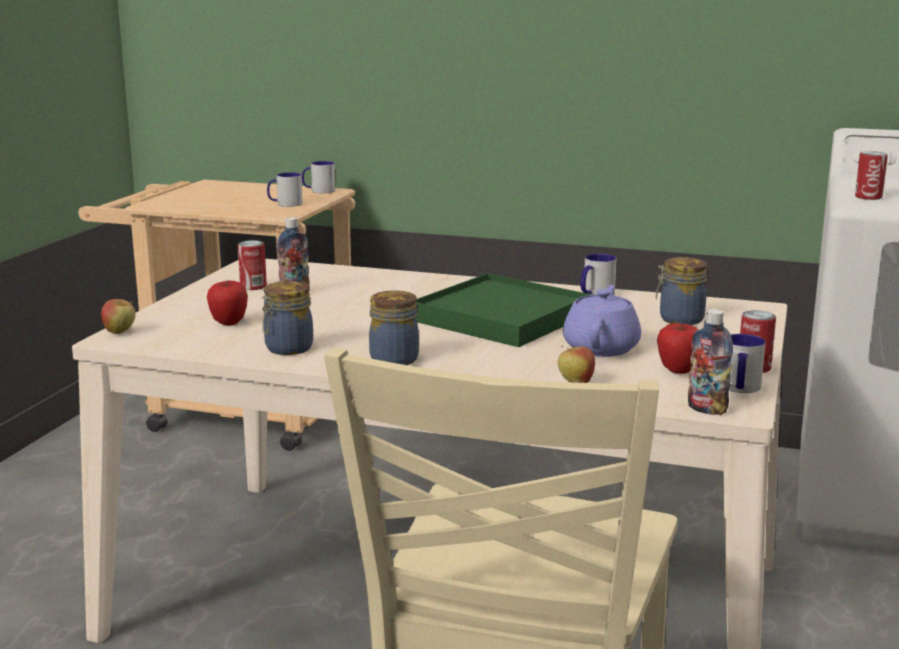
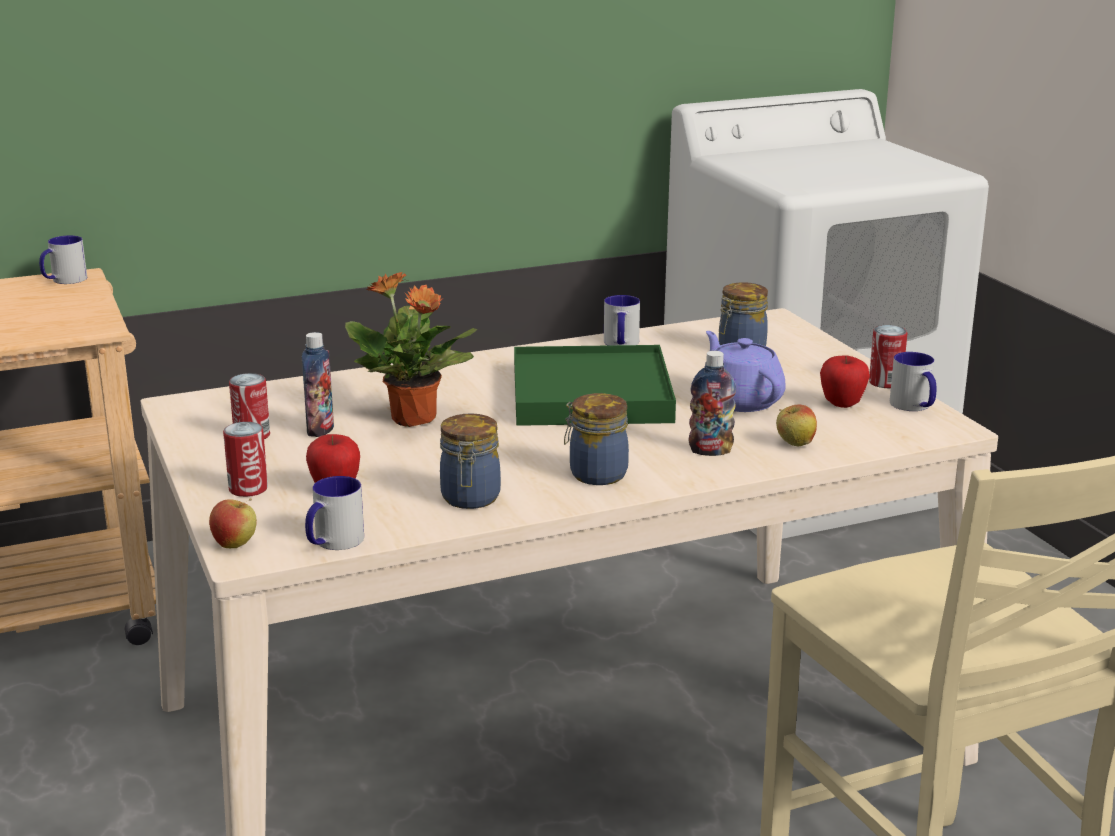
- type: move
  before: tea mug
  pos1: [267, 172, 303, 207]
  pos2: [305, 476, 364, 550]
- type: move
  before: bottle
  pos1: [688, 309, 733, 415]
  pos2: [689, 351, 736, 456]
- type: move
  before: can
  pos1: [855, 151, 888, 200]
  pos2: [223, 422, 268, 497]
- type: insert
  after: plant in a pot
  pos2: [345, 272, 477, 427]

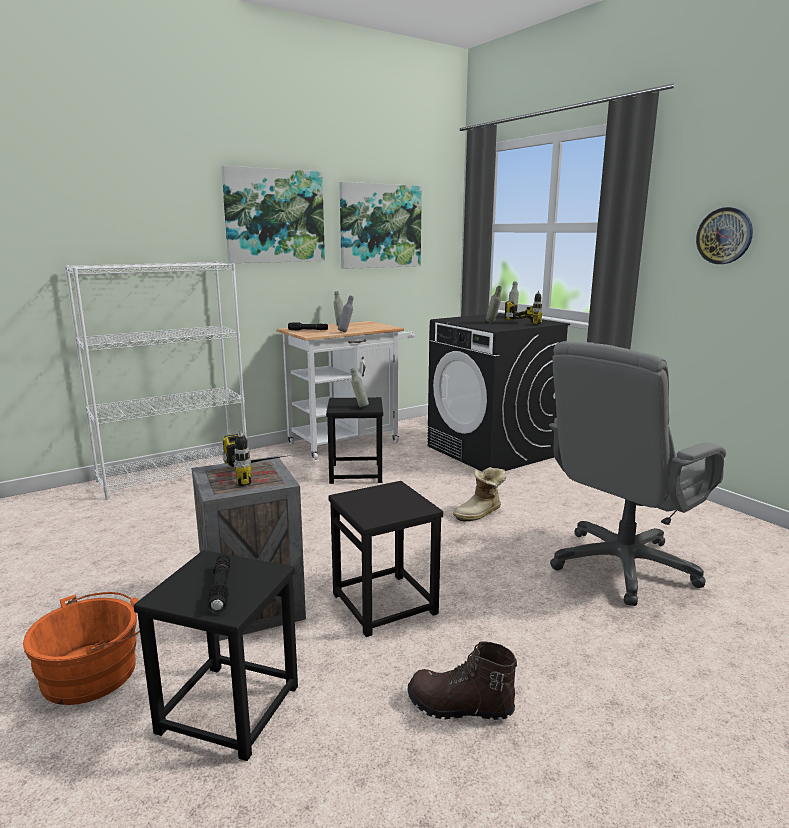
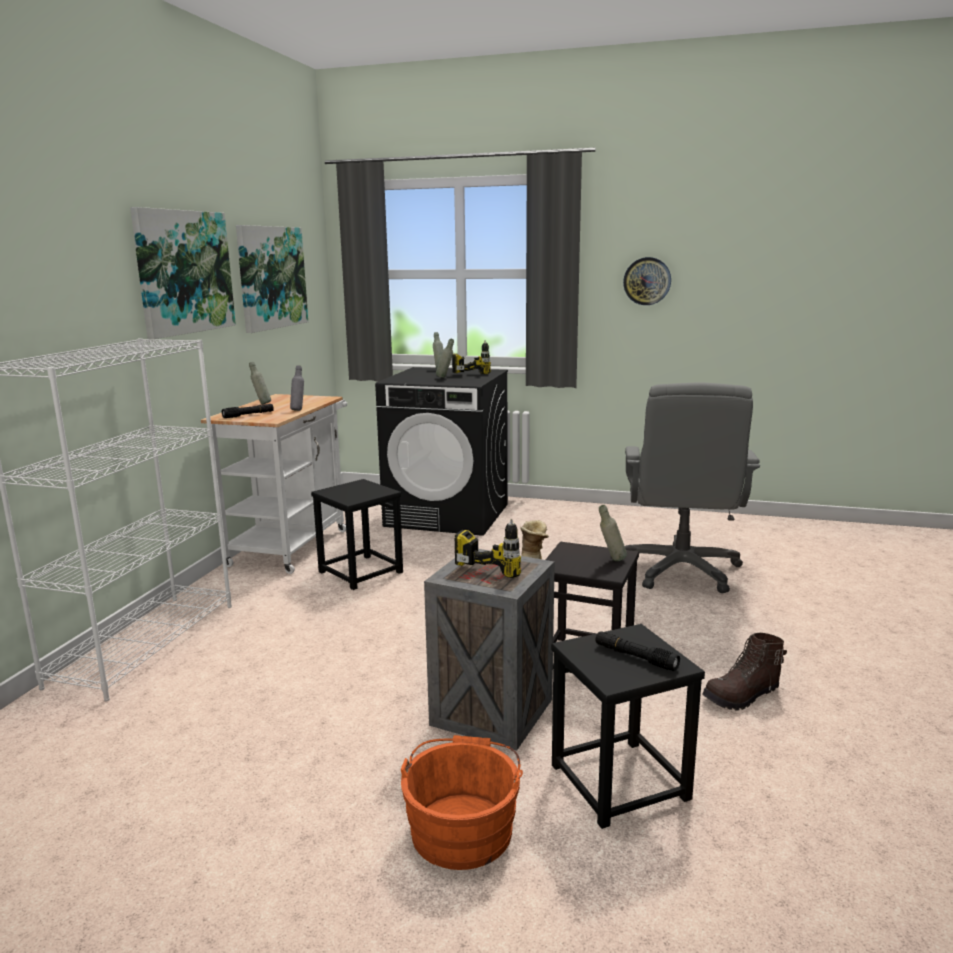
- type: move
  before: grey bottle
  pos1: [350, 368, 369, 408]
  pos2: [599, 505, 627, 561]

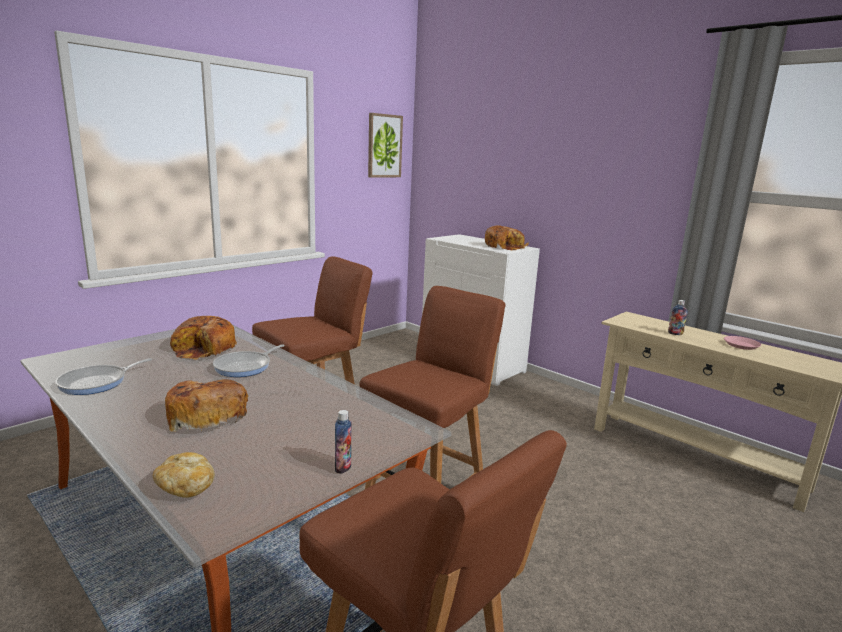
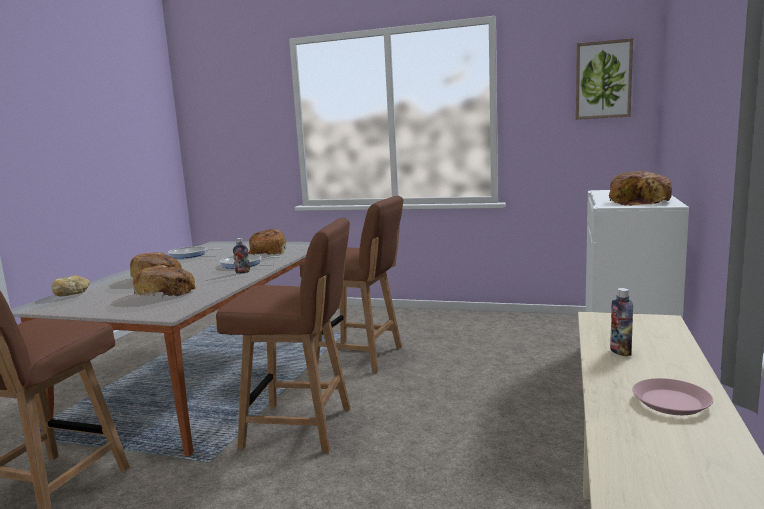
- type: move
  before: bottle
  pos1: [335, 410, 352, 474]
  pos2: [233, 238, 250, 274]
- type: insert
  after: bakery bread
  pos2: [133, 265, 196, 298]

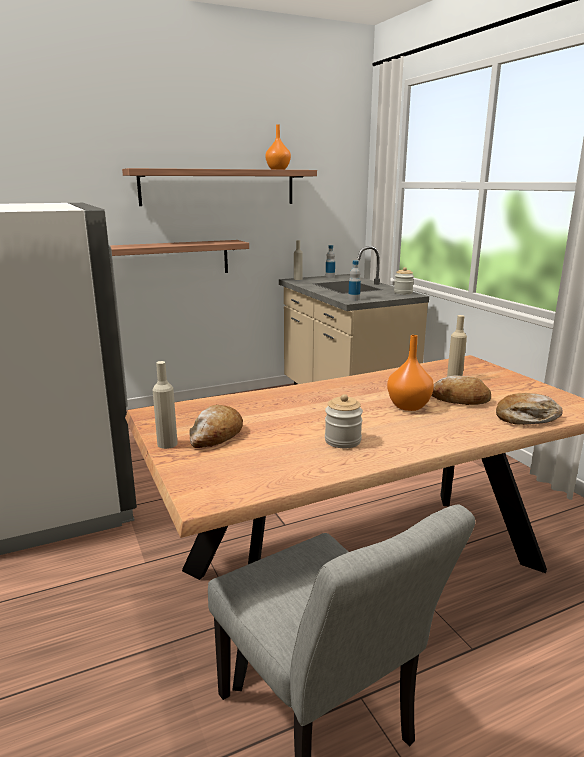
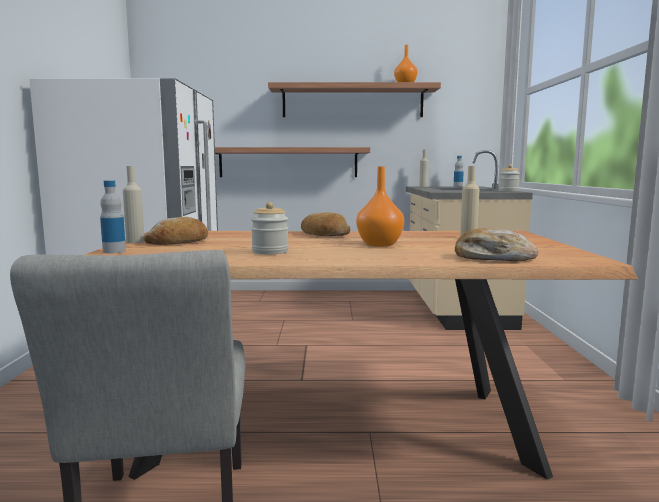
- type: move
  before: bottle
  pos1: [348, 260, 361, 301]
  pos2: [100, 180, 126, 254]
- type: move
  before: bakery bread
  pos1: [431, 375, 491, 405]
  pos2: [301, 212, 350, 236]

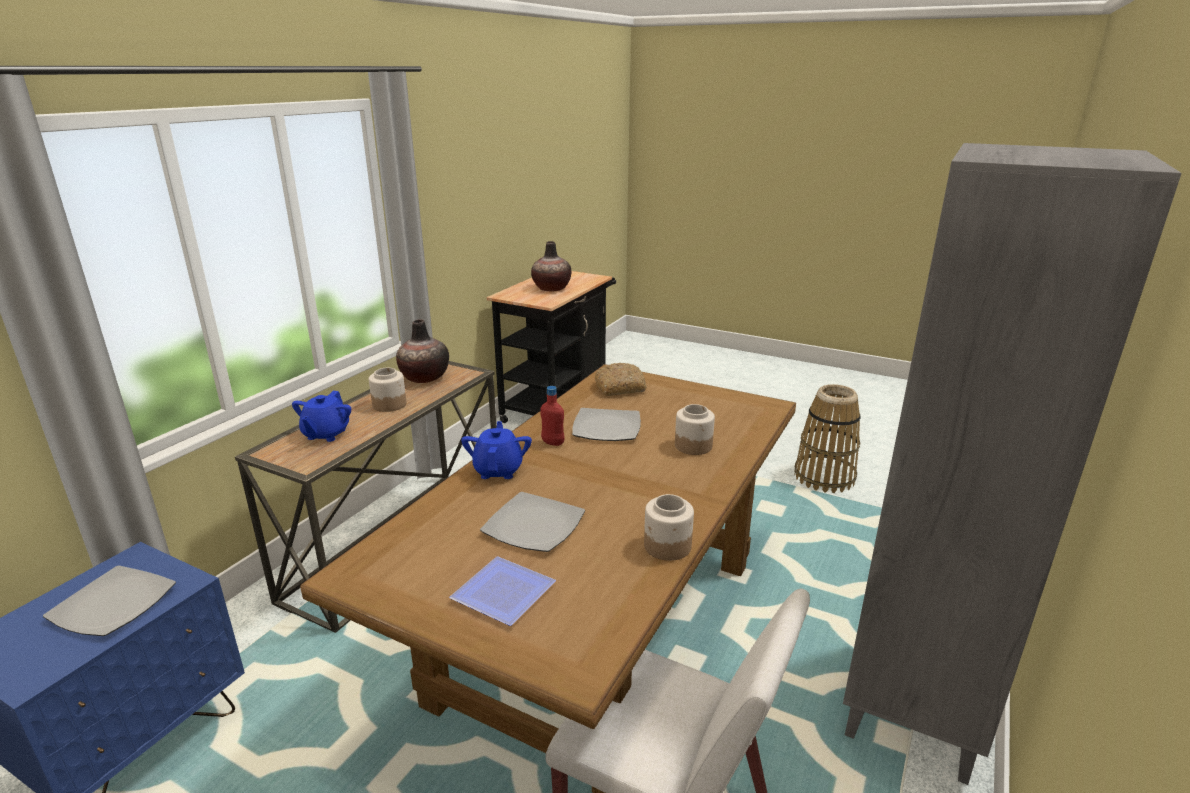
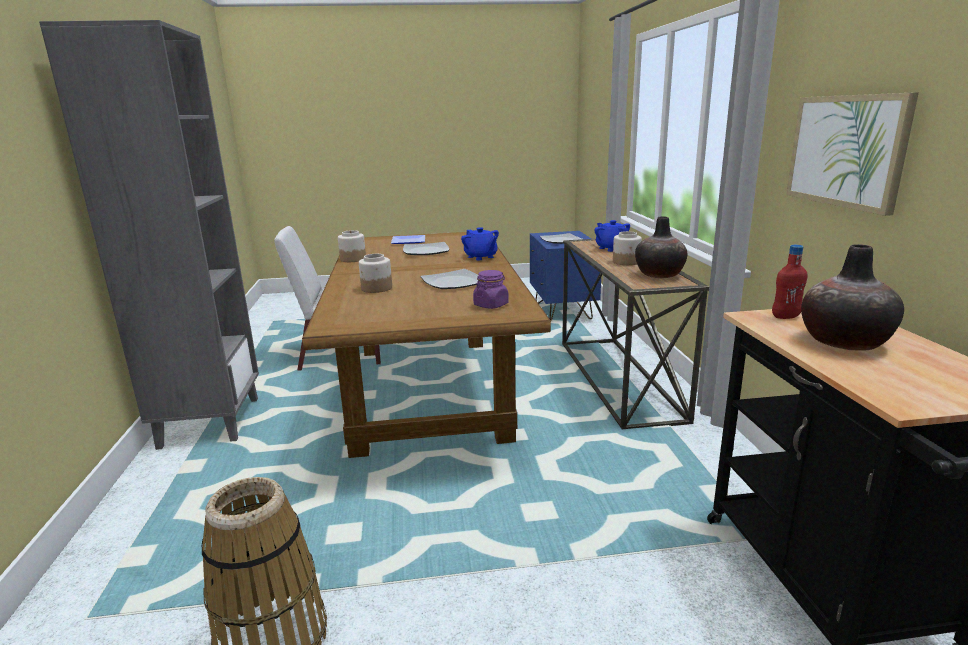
- type: move
  before: reddish bottle
  pos1: [540, 386, 565, 446]
  pos2: [772, 245, 808, 319]
- type: replace
  before: bakery bread
  after: purple-coloured jar
  pos1: [595, 363, 647, 396]
  pos2: [473, 270, 509, 309]
- type: insert
  after: wall art
  pos2: [786, 92, 919, 216]

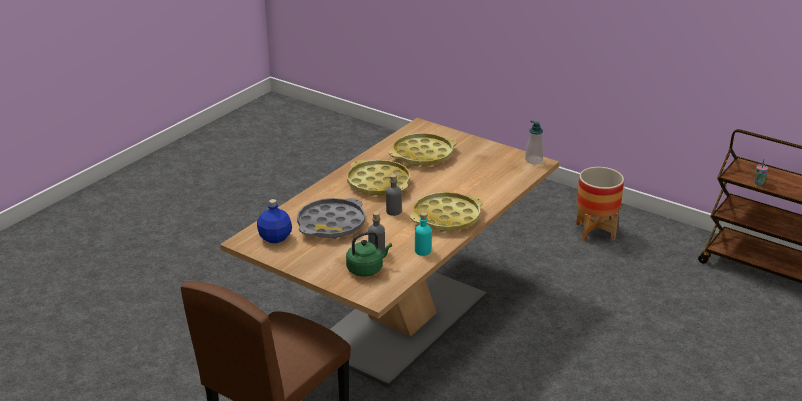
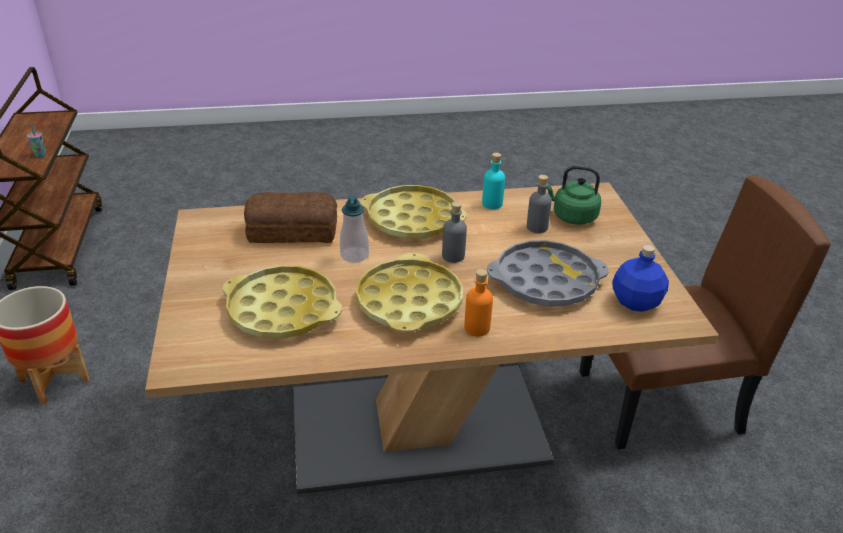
- type: move
  before: soap bottle
  pos1: [525, 120, 544, 164]
  pos2: [340, 195, 369, 263]
- type: insert
  after: bakery bread
  pos2: [244, 192, 337, 243]
- type: insert
  after: orange-coloured bottle
  pos2: [464, 269, 493, 336]

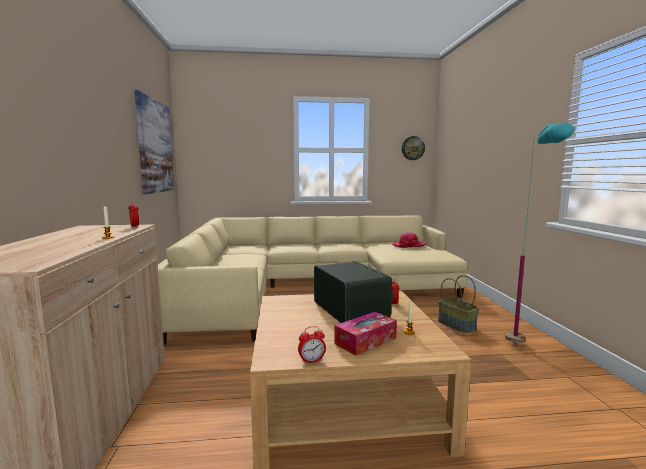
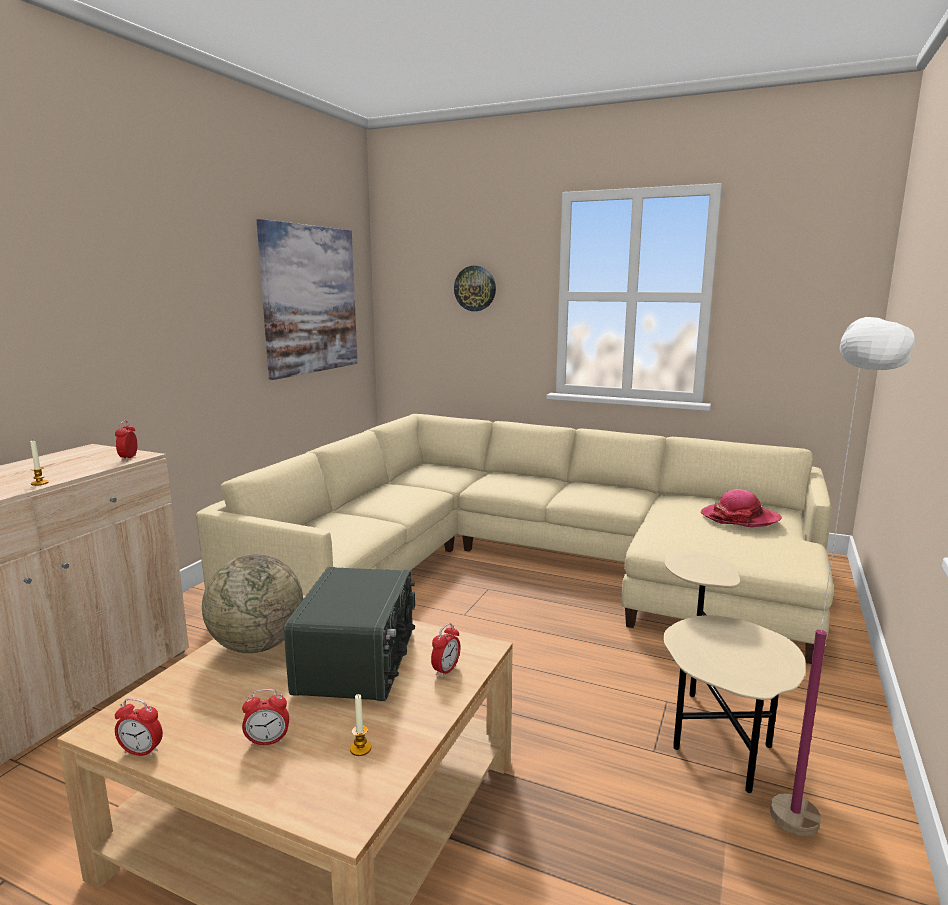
- type: replace
  before: tissue box
  after: table clock
  pos1: [335, 312, 397, 356]
  pos2: [242, 689, 289, 746]
- type: move
  before: wall clock
  pos1: [402, 136, 425, 160]
  pos2: [454, 266, 496, 311]
- type: replace
  before: storage basket
  after: beige-coloured end table
  pos1: [438, 275, 479, 333]
  pos2: [663, 550, 806, 793]
- type: recolor
  before: turquoise-coloured floor lamp
  after: whitish floor lamp
  pos1: [505, 123, 574, 344]
  pos2: [770, 317, 915, 836]
- type: insert
  after: world globe
  pos2: [202, 554, 303, 653]

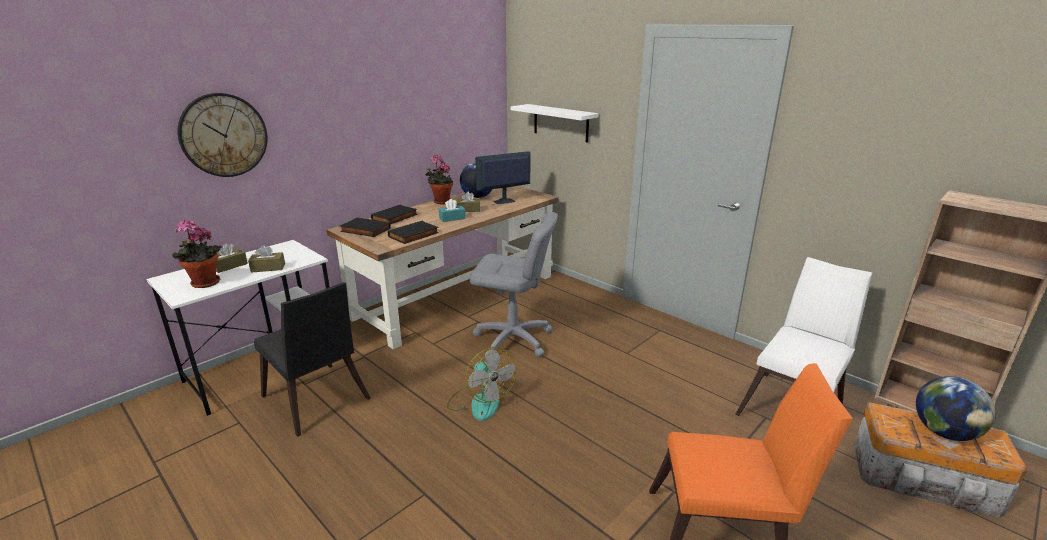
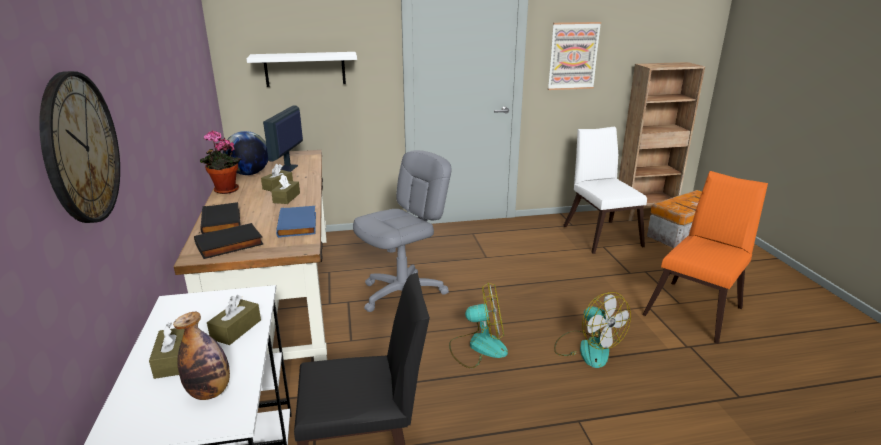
- type: replace
  before: plant in a pot
  after: bottle
  pos1: [172, 220, 222, 288]
  pos2: [173, 312, 230, 400]
- type: recolor
  before: blackish bound book
  after: blue bound book
  pos1: [388, 221, 439, 244]
  pos2: [276, 206, 316, 238]
- type: recolor
  before: turquoise-coloured tissue box
  after: brown-coloured tissue box
  pos1: [439, 199, 466, 222]
  pos2: [271, 174, 300, 204]
- type: delete
  before: world globe
  pos1: [916, 376, 996, 441]
- type: insert
  after: wall art
  pos2: [548, 22, 601, 90]
- type: insert
  after: electric fan
  pos2: [554, 292, 631, 368]

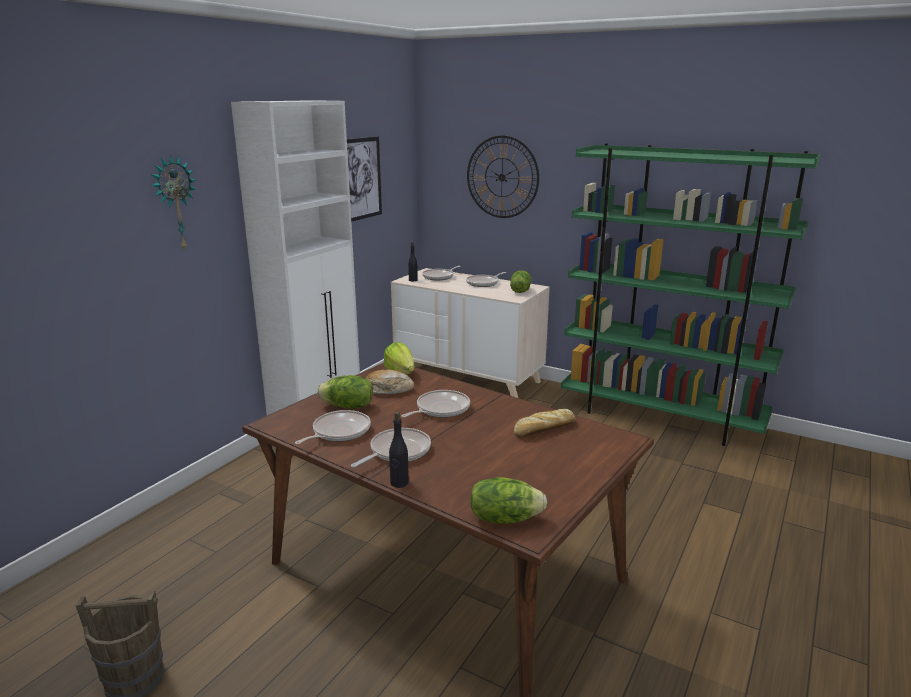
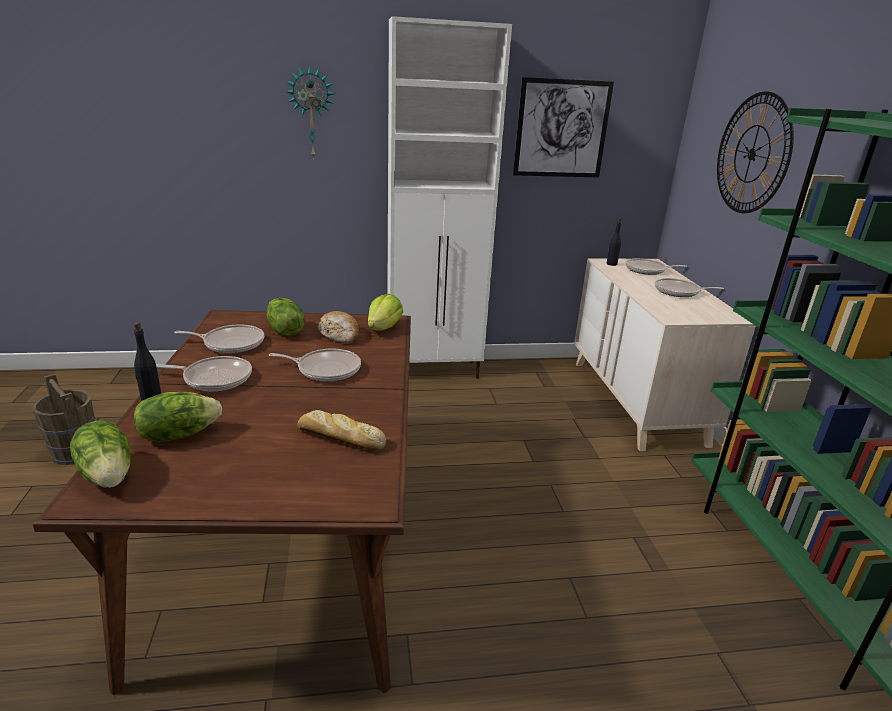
- type: move
  before: head of lettuce
  pos1: [510, 270, 531, 293]
  pos2: [134, 392, 222, 442]

